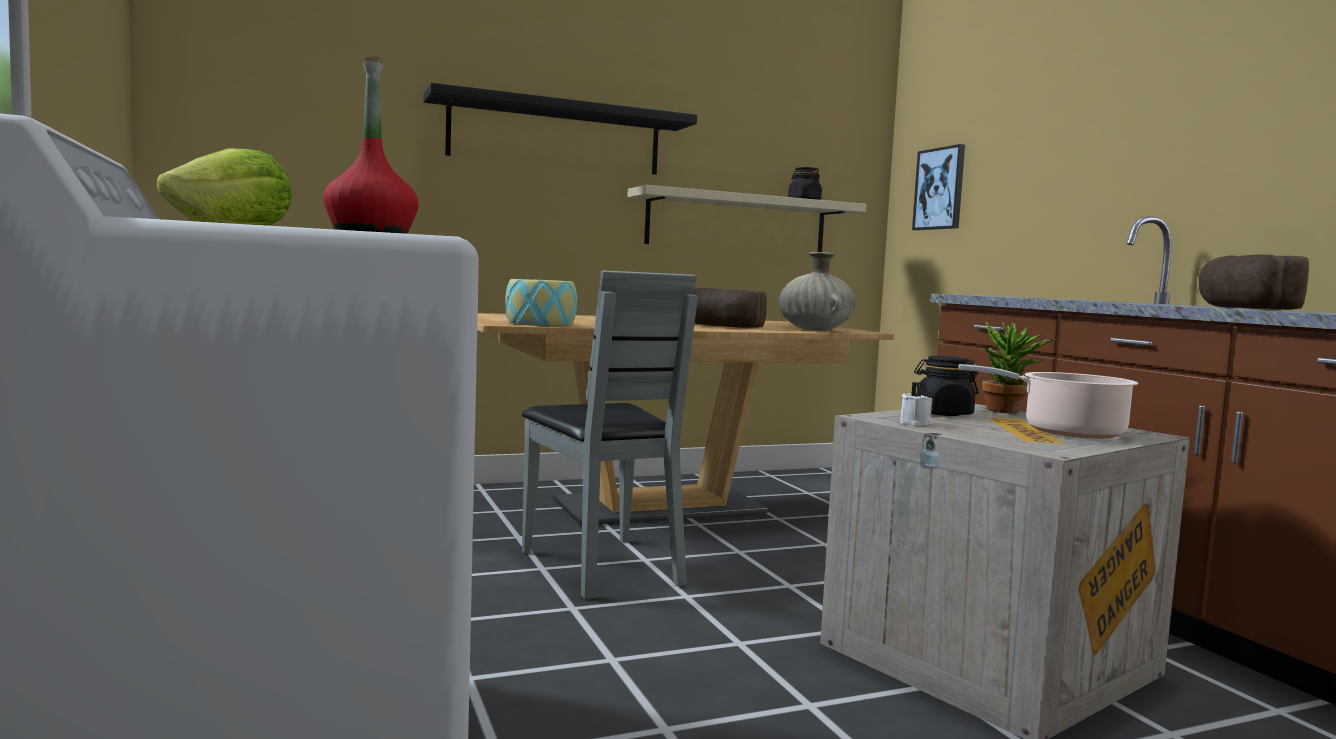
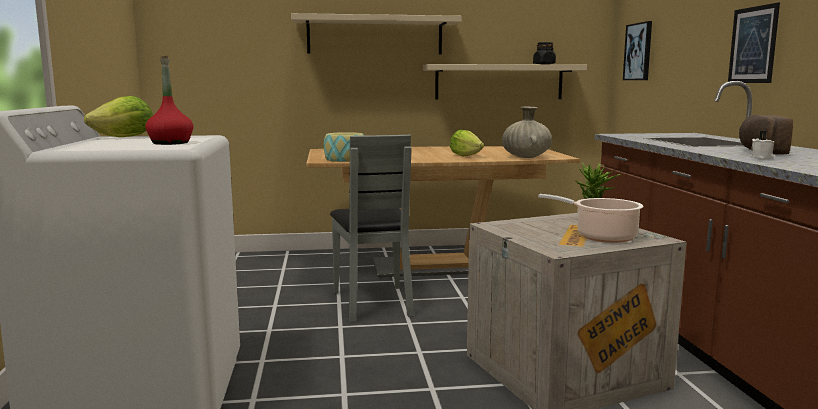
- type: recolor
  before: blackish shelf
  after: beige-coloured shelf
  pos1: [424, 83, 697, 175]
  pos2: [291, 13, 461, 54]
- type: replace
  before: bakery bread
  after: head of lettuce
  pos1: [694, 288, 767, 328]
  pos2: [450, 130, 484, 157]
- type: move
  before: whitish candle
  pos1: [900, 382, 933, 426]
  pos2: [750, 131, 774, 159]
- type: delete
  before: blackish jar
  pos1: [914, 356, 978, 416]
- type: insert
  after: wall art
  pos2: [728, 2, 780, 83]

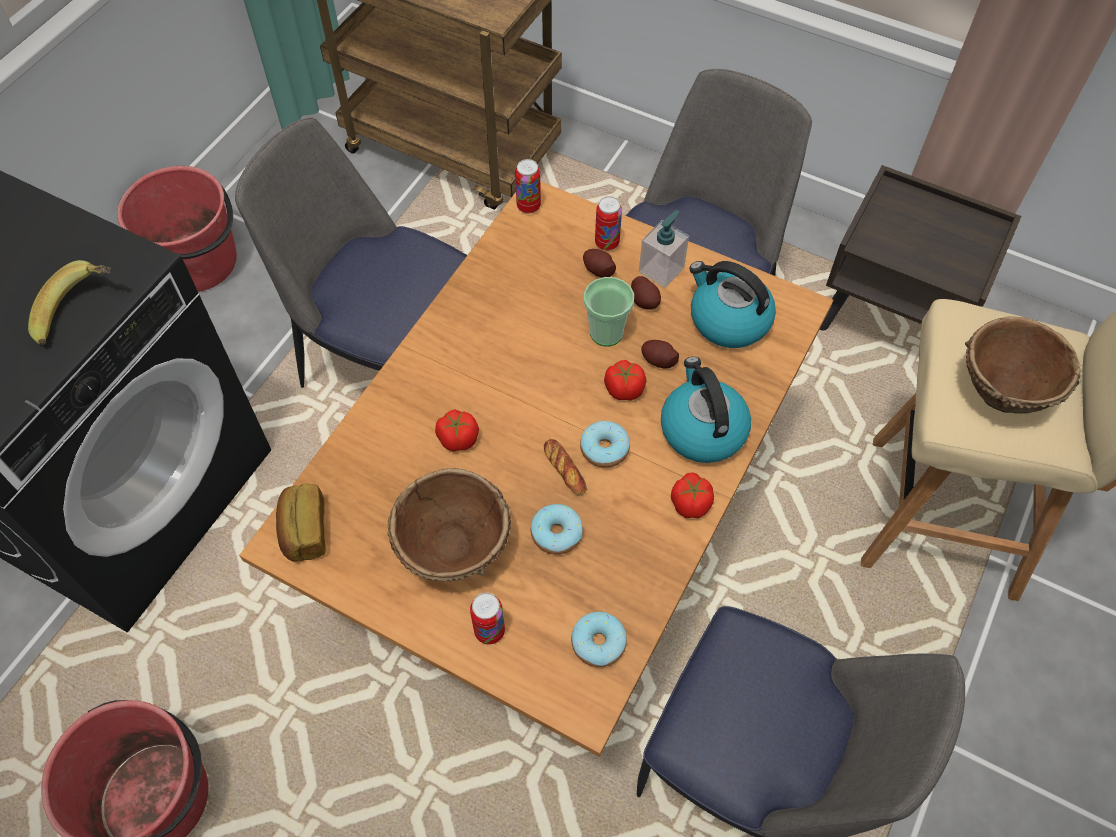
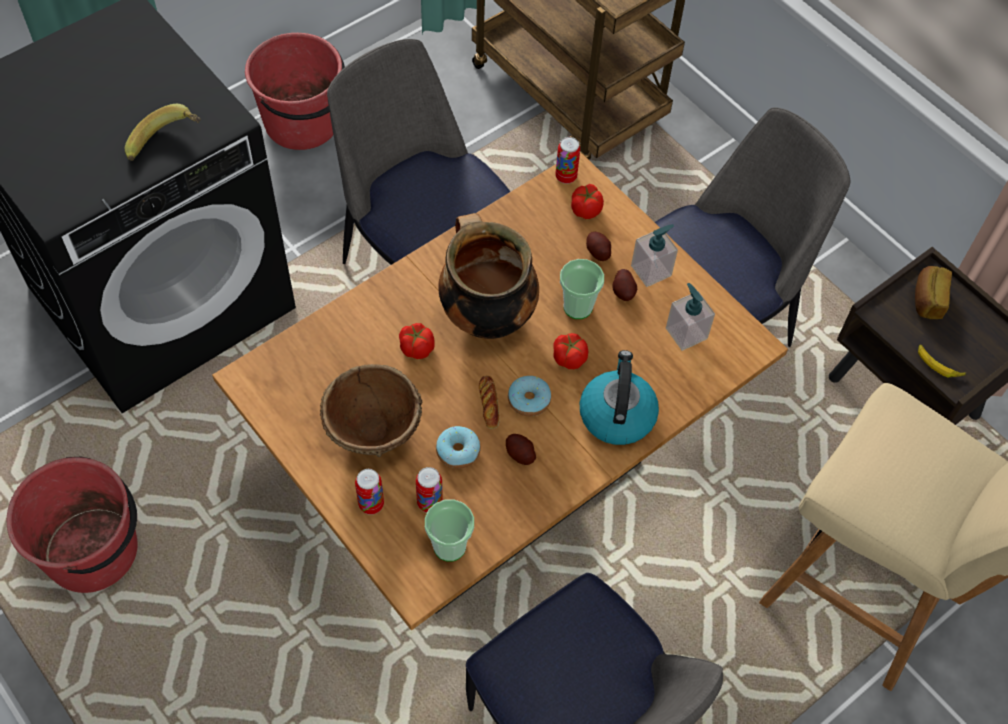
- type: move
  before: bakery bread
  pos1: [276, 484, 326, 562]
  pos2: [915, 266, 952, 319]
- type: replace
  before: donut
  after: drinking cup
  pos1: [571, 612, 627, 667]
  pos2: [425, 500, 474, 562]
- type: move
  before: can
  pos1: [595, 196, 622, 251]
  pos2: [416, 467, 443, 513]
- type: move
  before: potato
  pos1: [641, 340, 679, 368]
  pos2: [506, 434, 536, 465]
- type: move
  before: tomato
  pos1: [671, 472, 714, 518]
  pos2: [571, 184, 604, 219]
- type: replace
  before: kettle
  after: soap bottle
  pos1: [689, 261, 776, 348]
  pos2: [666, 283, 715, 351]
- type: delete
  before: brown-coloured deep dish
  pos1: [965, 316, 1080, 414]
- type: insert
  after: stockpot
  pos2: [438, 213, 539, 339]
- type: insert
  after: banana fruit
  pos2: [918, 344, 966, 377]

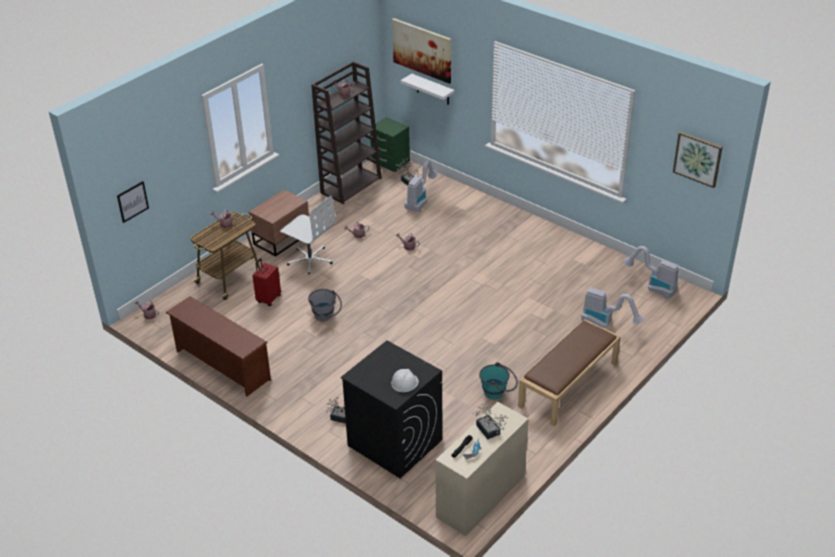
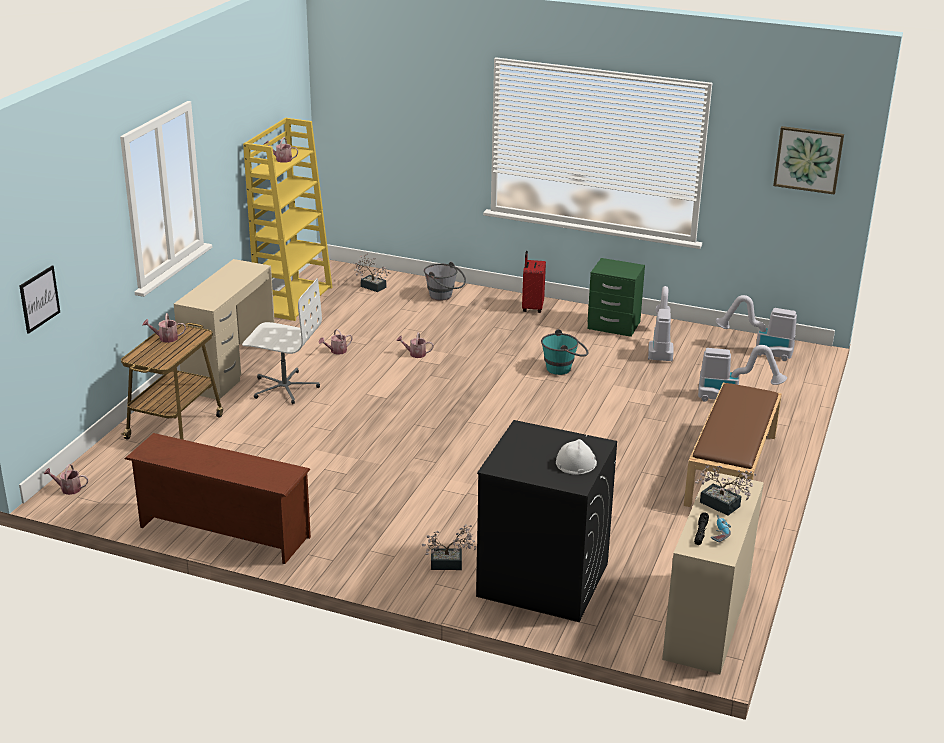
- type: replace
  before: brown-coloured night table
  after: beige-coloured desk table
  pos1: [249, 190, 309, 257]
  pos2: [174, 259, 275, 399]
- type: move
  before: reddish travel case
  pos1: [253, 258, 281, 306]
  pos2: [522, 251, 546, 313]
- type: move
  before: grey bucket
  pos1: [308, 289, 342, 321]
  pos2: [424, 262, 466, 301]
- type: recolor
  before: brown-coloured bookshelf
  after: yellow bookshelf
  pos1: [311, 61, 382, 204]
  pos2: [243, 117, 333, 321]
- type: move
  before: green-coloured night table
  pos1: [370, 117, 410, 172]
  pos2: [588, 258, 645, 337]
- type: delete
  before: wall art
  pos1: [392, 18, 451, 84]
- type: delete
  before: whitish shelf
  pos1: [401, 74, 455, 105]
- type: move
  before: hoover
  pos1: [405, 160, 437, 212]
  pos2: [648, 286, 674, 362]
- type: move
  before: turquoise-coloured bucket
  pos1: [479, 362, 518, 399]
  pos2: [541, 329, 588, 375]

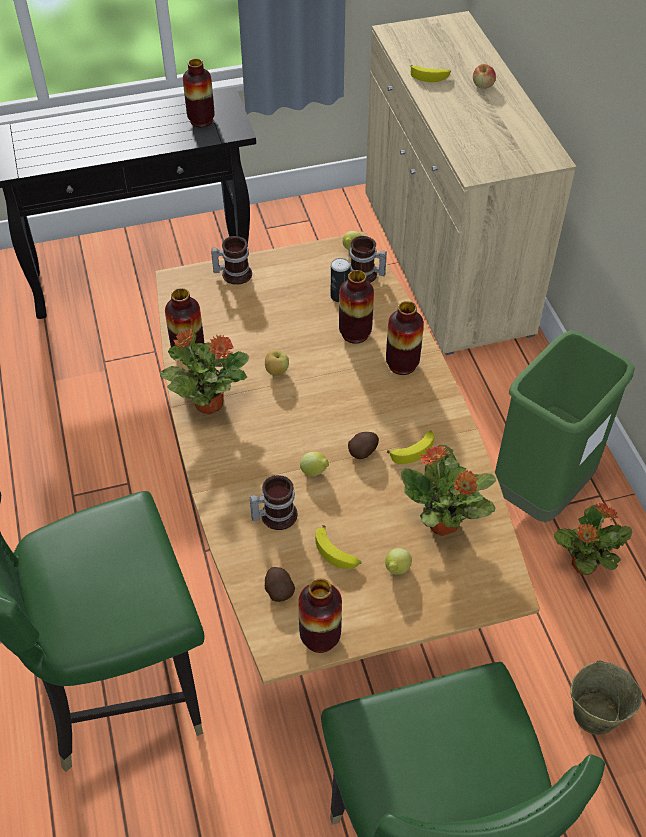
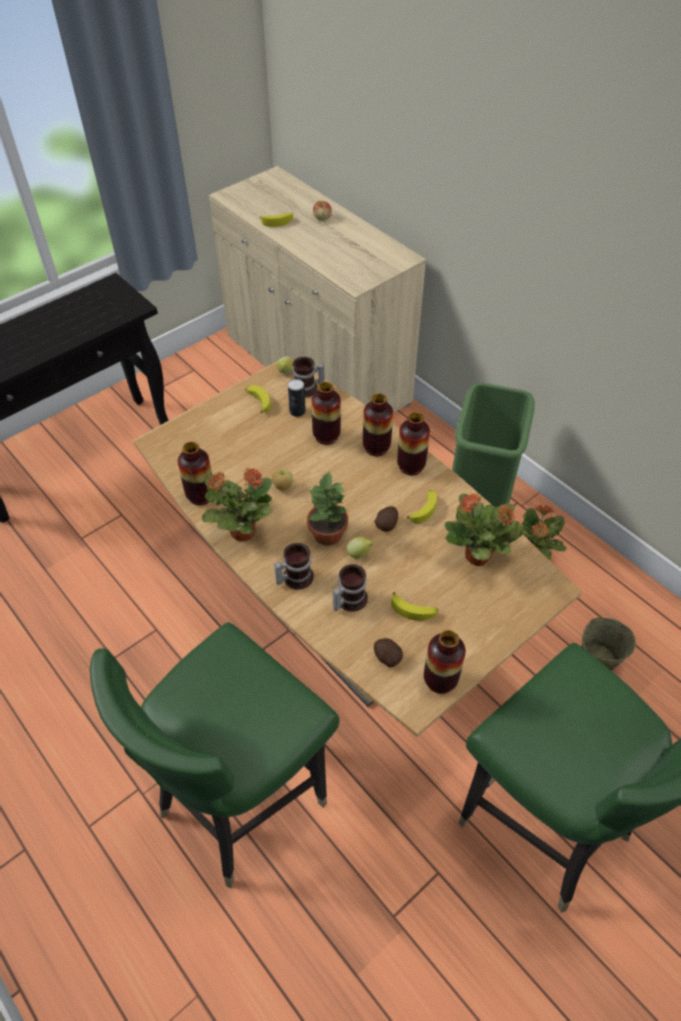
- type: move
  before: decorative vase
  pos1: [183, 59, 215, 127]
  pos2: [397, 412, 430, 475]
- type: move
  before: tea mug
  pos1: [211, 236, 252, 285]
  pos2: [274, 543, 314, 590]
- type: delete
  before: lemon
  pos1: [385, 548, 412, 574]
- type: insert
  after: banana fruit
  pos2: [245, 385, 271, 413]
- type: insert
  after: plant in a pot
  pos2: [307, 471, 348, 546]

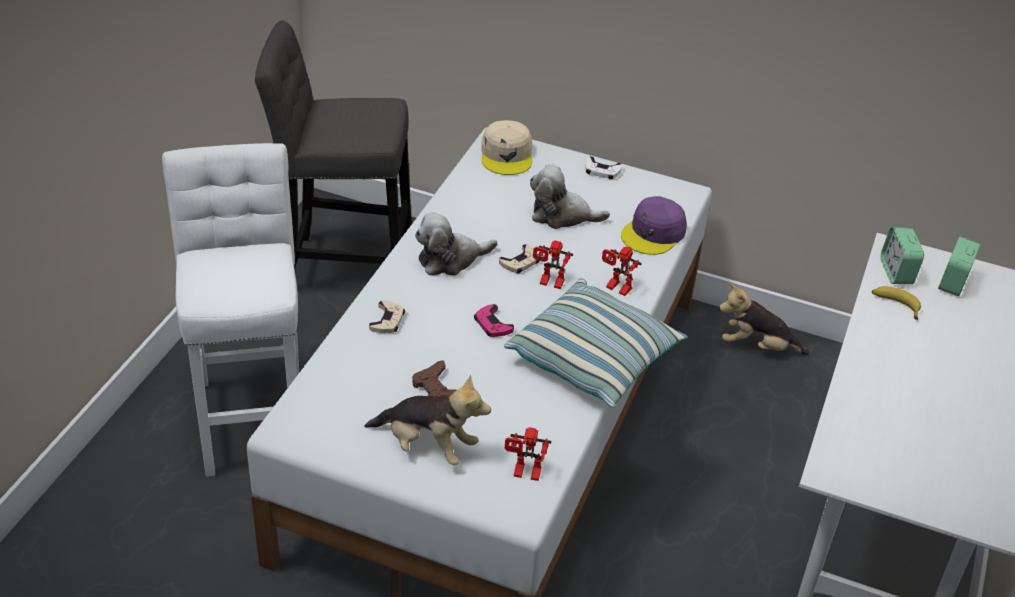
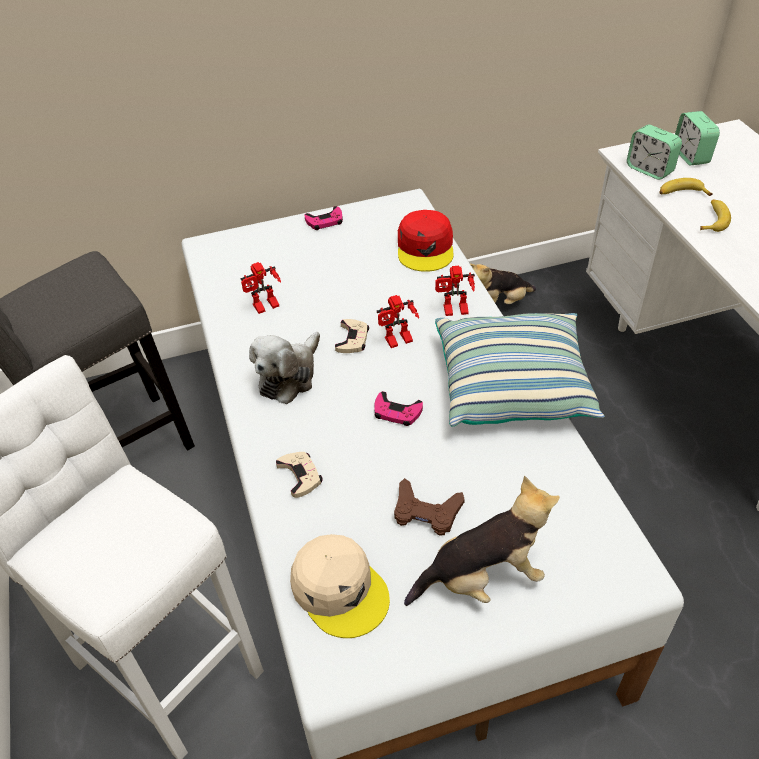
- type: move
  before: beige-coloured peaked cap
  pos1: [482, 120, 532, 175]
  pos2: [290, 534, 390, 638]
- type: move
  before: toy robot
  pos1: [505, 427, 551, 481]
  pos2: [240, 262, 281, 314]
- type: delete
  before: soft toy
  pos1: [530, 164, 610, 229]
- type: recolor
  before: whitish joypad
  after: pink-coloured joypad
  pos1: [586, 156, 622, 179]
  pos2: [305, 206, 343, 230]
- type: recolor
  before: purple-coloured peaked cap
  after: reddish peaked cap
  pos1: [621, 196, 687, 255]
  pos2: [398, 210, 454, 272]
- type: insert
  after: banana fruit
  pos2: [700, 199, 731, 232]

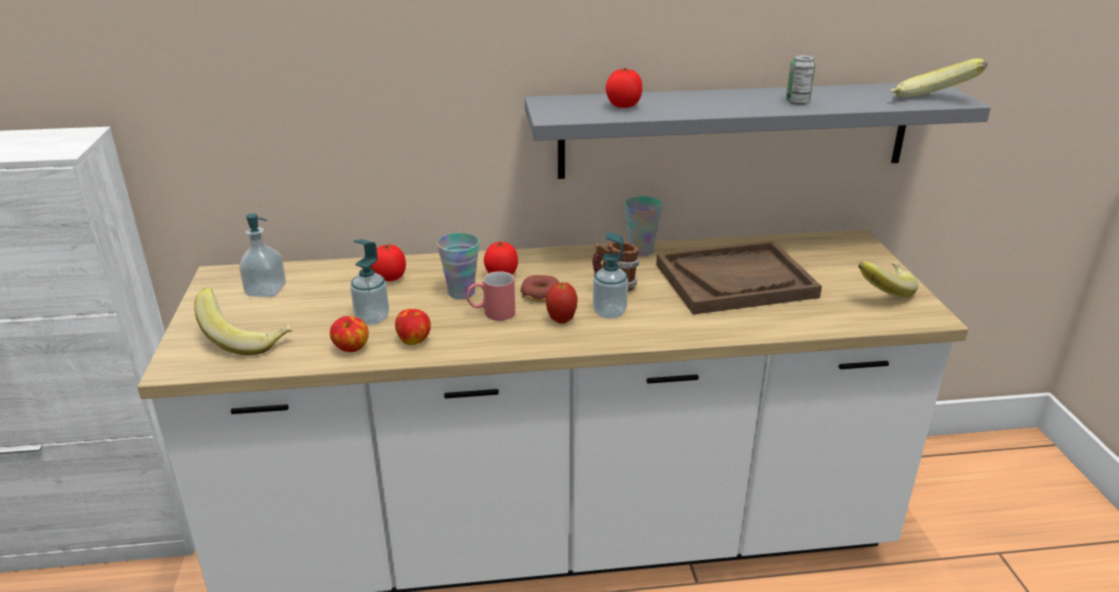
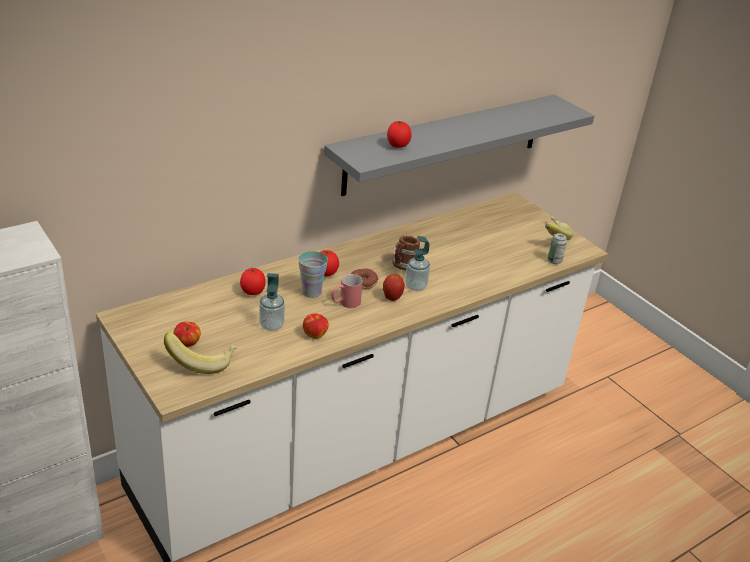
- type: delete
  before: soap bottle
  pos1: [239, 214, 286, 297]
- type: move
  before: whole apple
  pos1: [330, 316, 369, 352]
  pos2: [173, 322, 201, 347]
- type: delete
  before: drinking cup
  pos1: [624, 196, 663, 257]
- type: delete
  before: brown-coloured carrying tray
  pos1: [656, 240, 822, 315]
- type: move
  before: can
  pos1: [786, 55, 815, 105]
  pos2: [547, 233, 567, 264]
- type: delete
  before: banana fruit
  pos1: [890, 58, 987, 98]

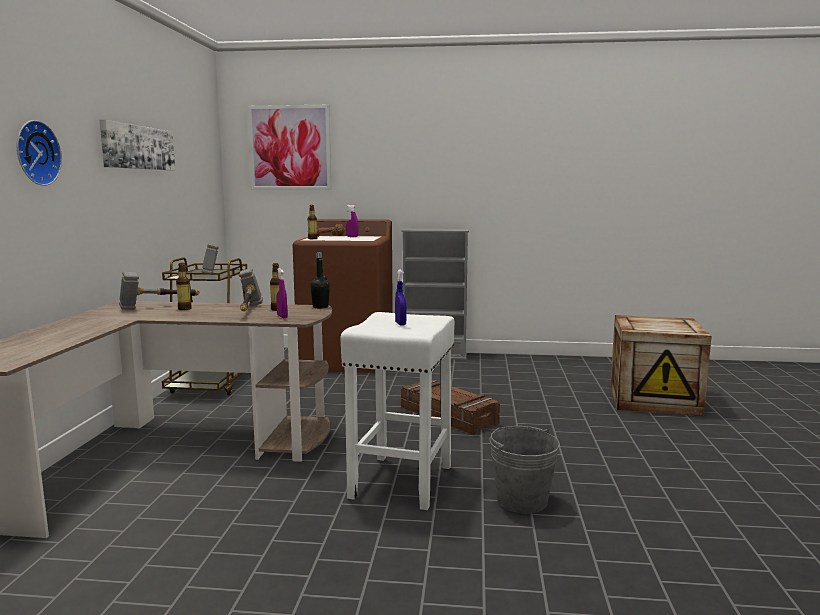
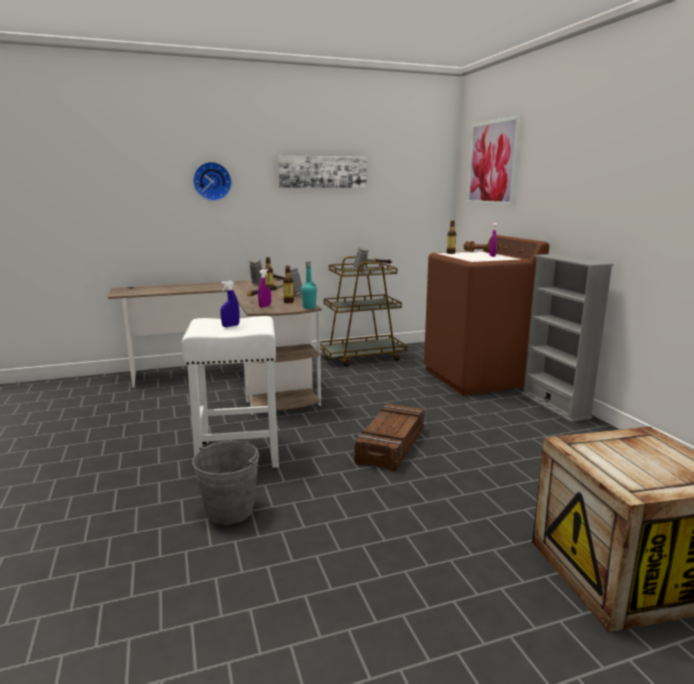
- type: recolor
  before: blackish bottle
  after: turquoise-coloured bottle
  pos1: [310, 252, 330, 309]
  pos2: [301, 262, 317, 309]

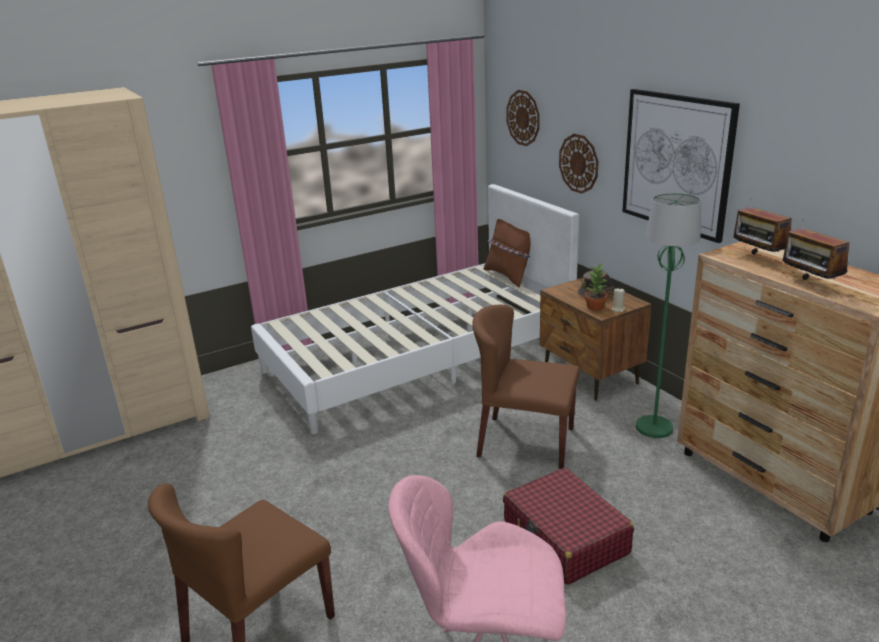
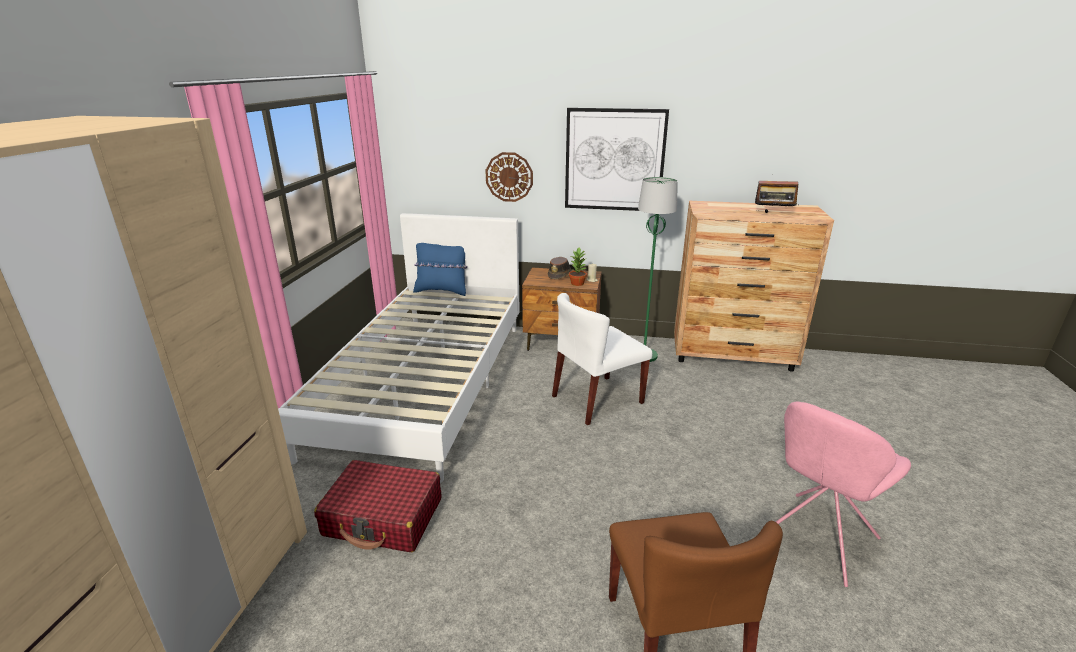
- type: recolor
  before: brown-coloured plain chair
  after: whitish plain chair
  pos1: [472, 305, 580, 469]
  pos2: [552, 293, 652, 425]
- type: recolor
  before: brown-coloured cushion
  after: blue cushion
  pos1: [484, 219, 531, 288]
  pos2: [413, 243, 468, 296]
- type: move
  before: reddish travel case
  pos1: [503, 468, 634, 585]
  pos2: [314, 460, 441, 552]
- type: delete
  before: wall clock
  pos1: [506, 90, 540, 146]
- type: delete
  before: radio
  pos1: [733, 198, 792, 254]

